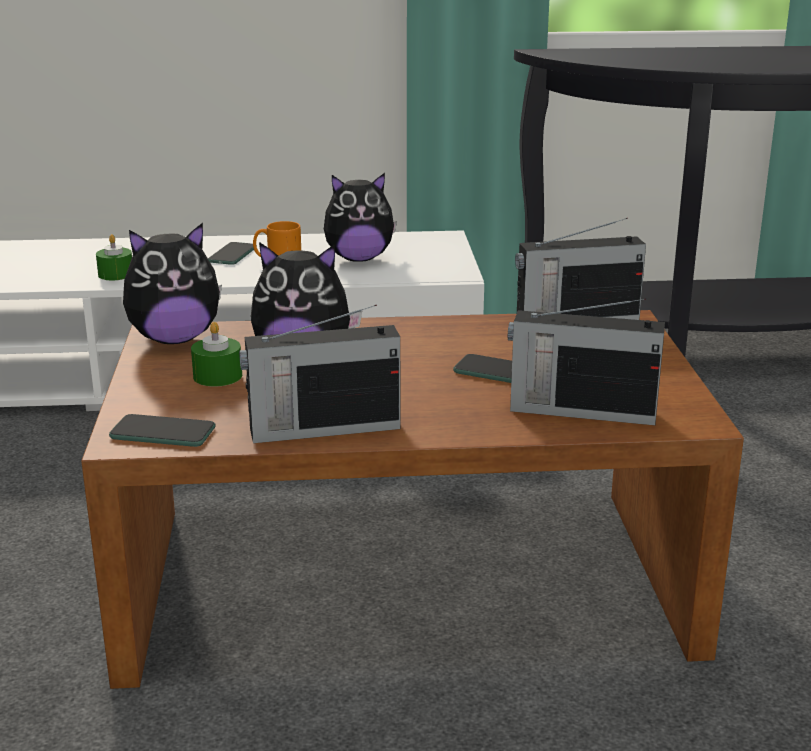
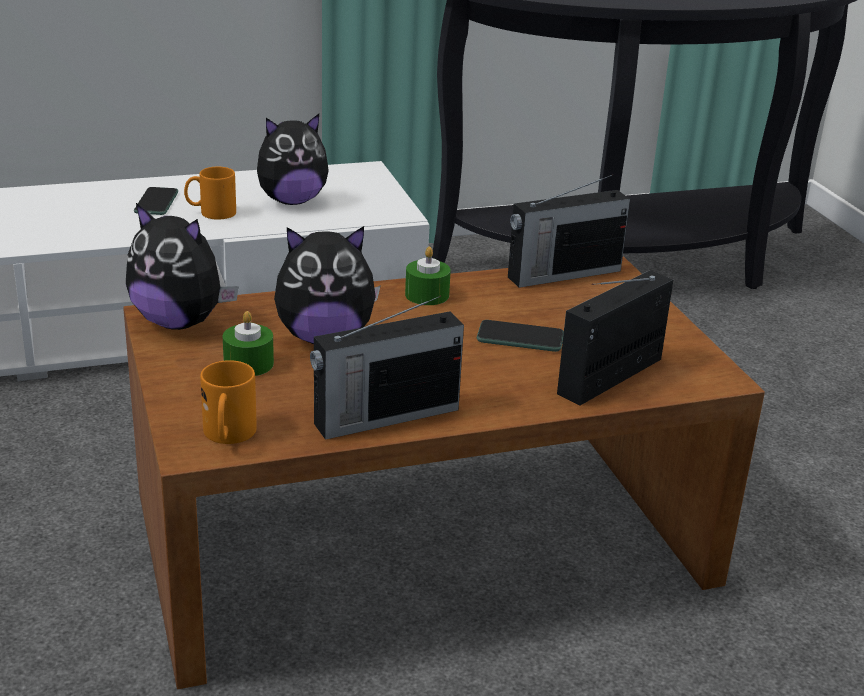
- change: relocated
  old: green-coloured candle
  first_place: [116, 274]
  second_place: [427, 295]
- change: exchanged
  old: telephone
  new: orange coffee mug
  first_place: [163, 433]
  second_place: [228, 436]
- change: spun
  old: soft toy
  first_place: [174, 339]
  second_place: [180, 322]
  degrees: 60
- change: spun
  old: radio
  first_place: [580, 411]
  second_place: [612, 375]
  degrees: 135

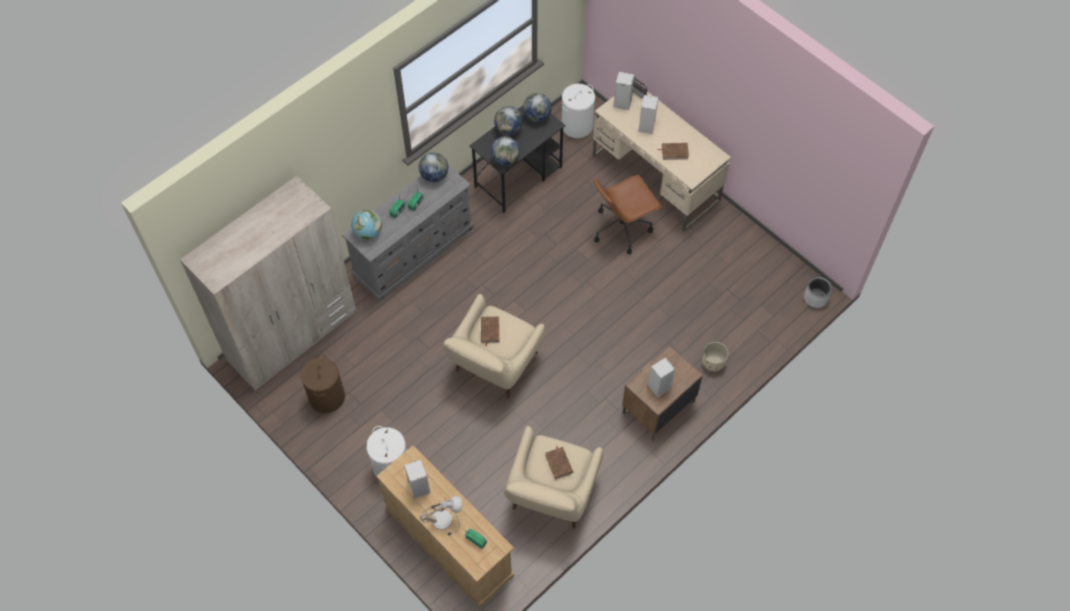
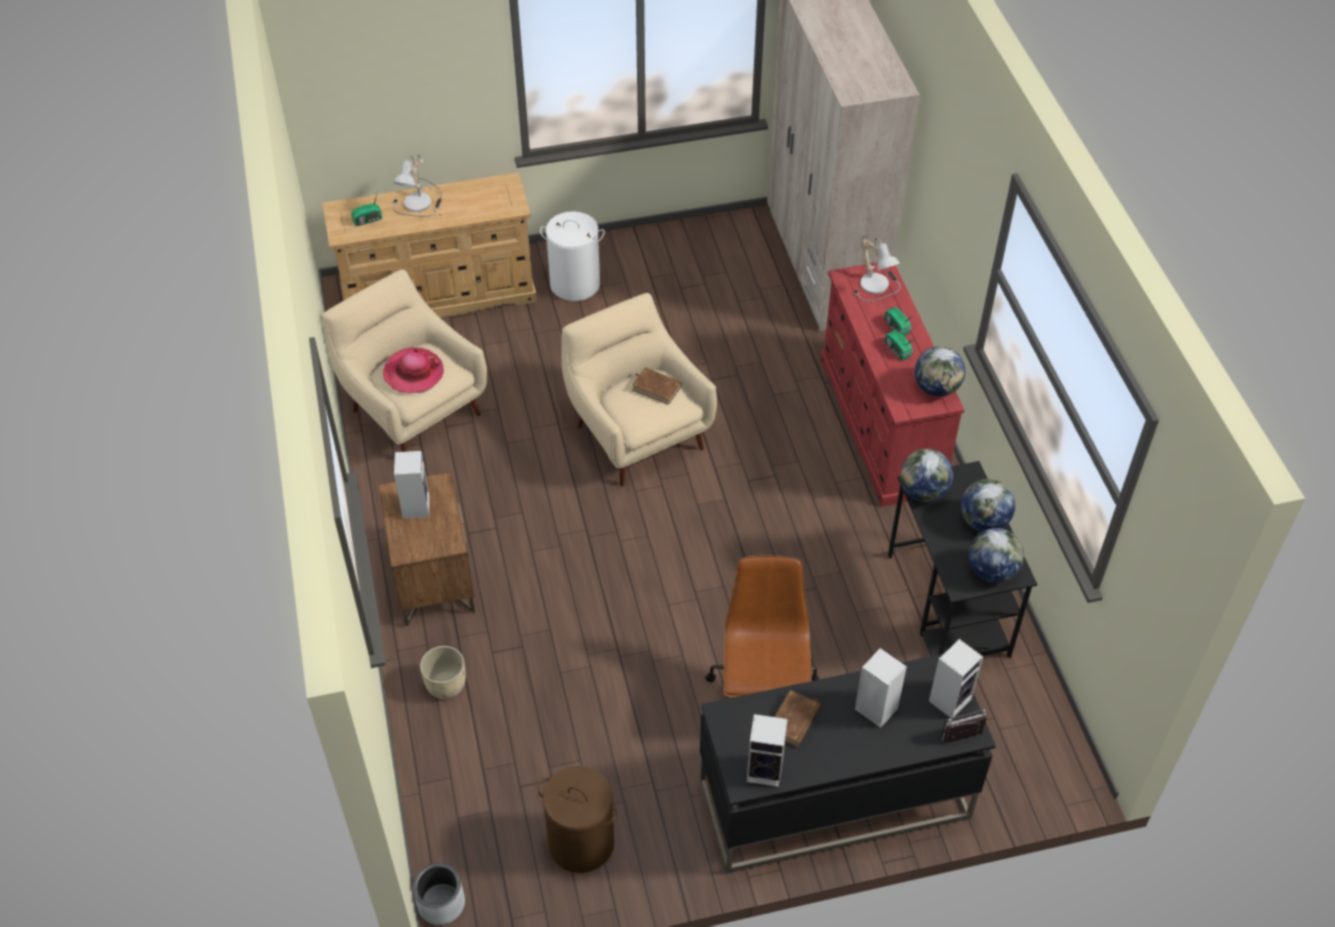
- change: missing
  old: white-coloured hamper
  first_place: [577, 125]
- change: relocated
  old: brown hamper
  first_place: [327, 397]
  second_place: [580, 843]
- change: relocated
  old: speaker
  first_place: [418, 487]
  second_place: [766, 770]
- change: exchanged
  old: world globe
  new: lamp for a table
  first_place: [368, 233]
  second_place: [878, 284]
- change: exchanged
  old: brown book
  new: wearable hat
  first_place: [559, 463]
  second_place: [413, 373]
- change: colour
  old: greyish drawer chest
  new: red-coloured drawer chest
  first_place: [414, 251]
  second_place: [881, 425]
- change: colour
  old: beige desk unit
  new: black-coloured desk unit
  first_place: [656, 178]
  second_place: [833, 799]

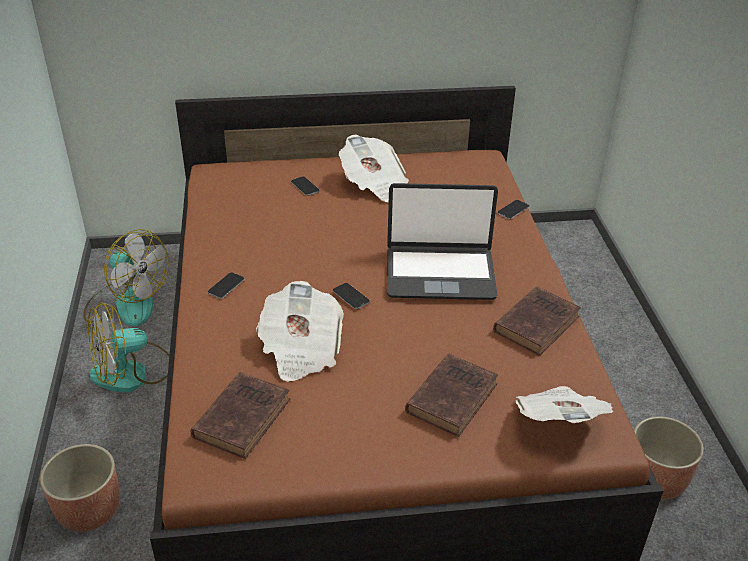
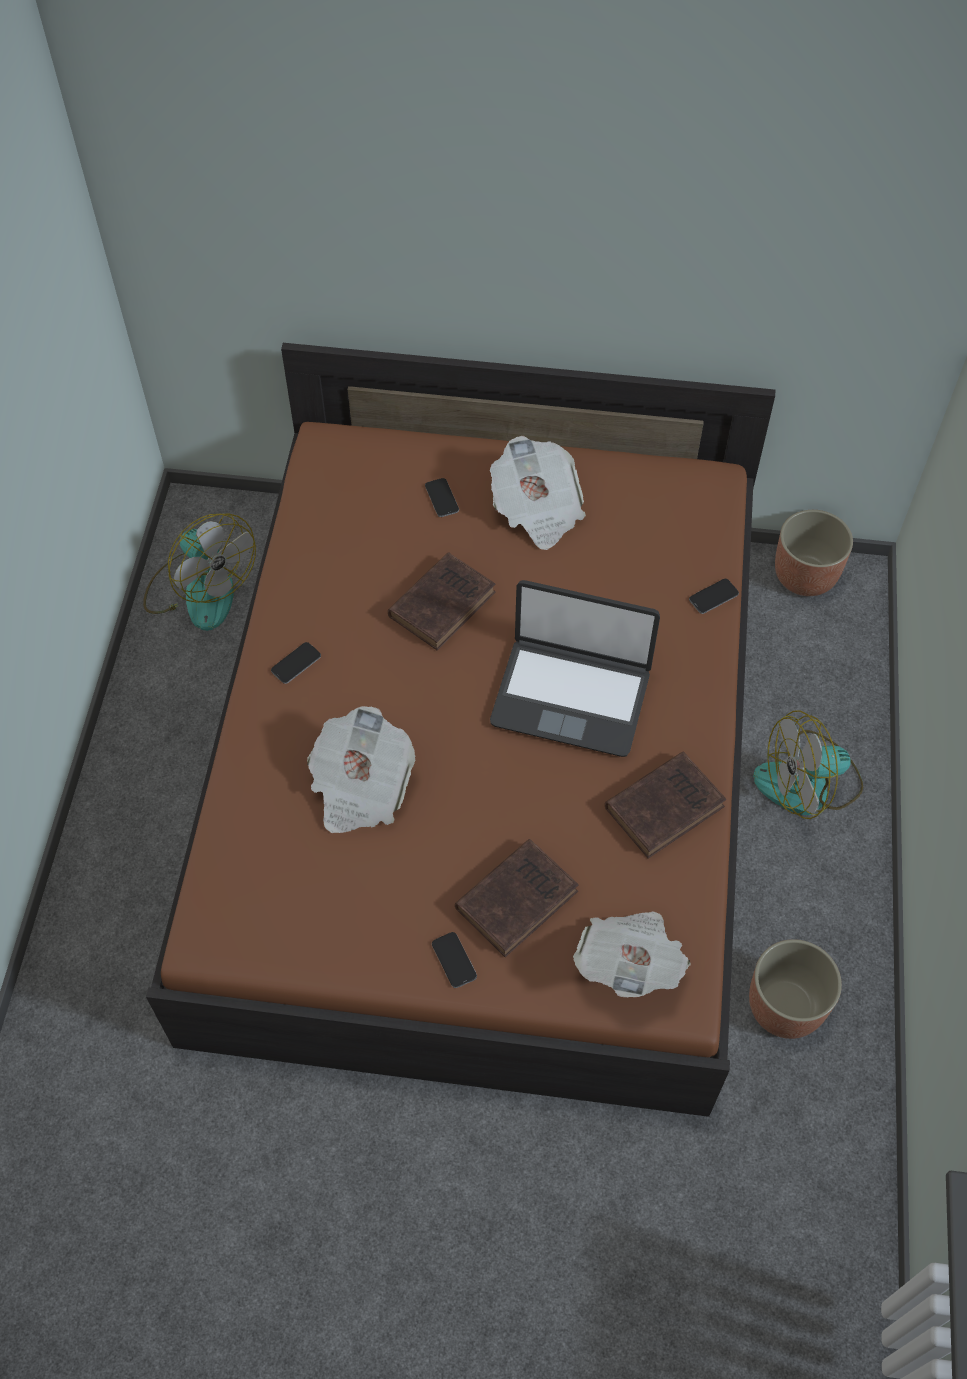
- change: relocated
  old: flower pot
  first_place: [89, 510]
  second_place: [805, 575]
- change: relocated
  old: electric fan
  first_place: [133, 373]
  second_place: [808, 784]
- change: relocated
  old: brown book
  first_place: [243, 416]
  second_place: [444, 603]
- change: relocated
  old: telephone
  first_place: [351, 297]
  second_place: [454, 960]

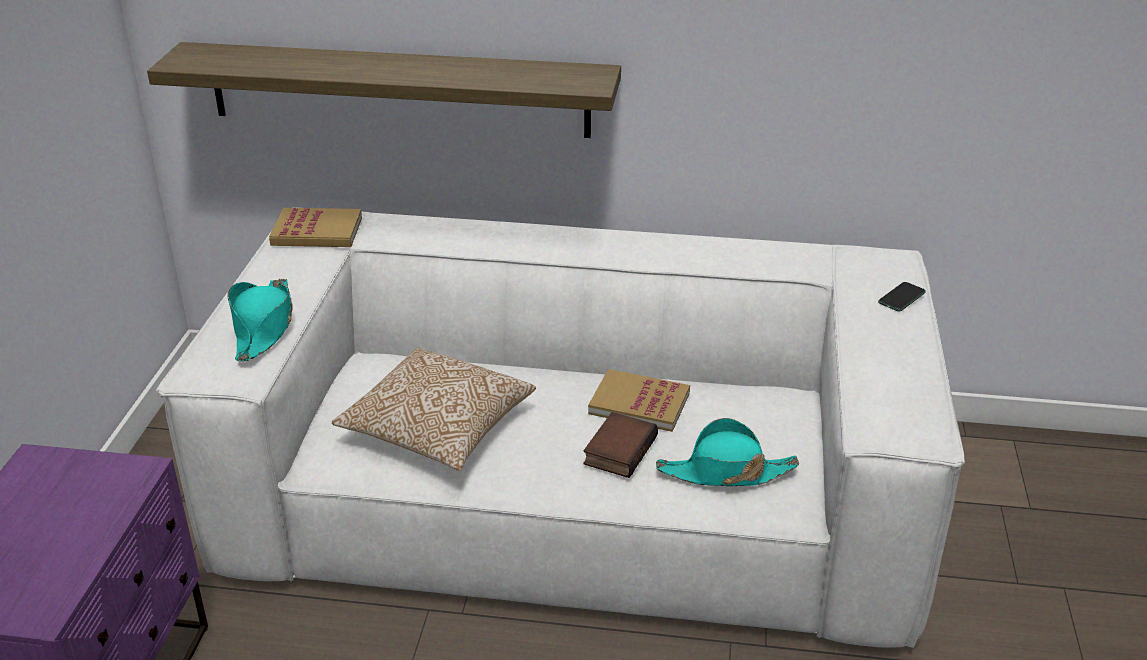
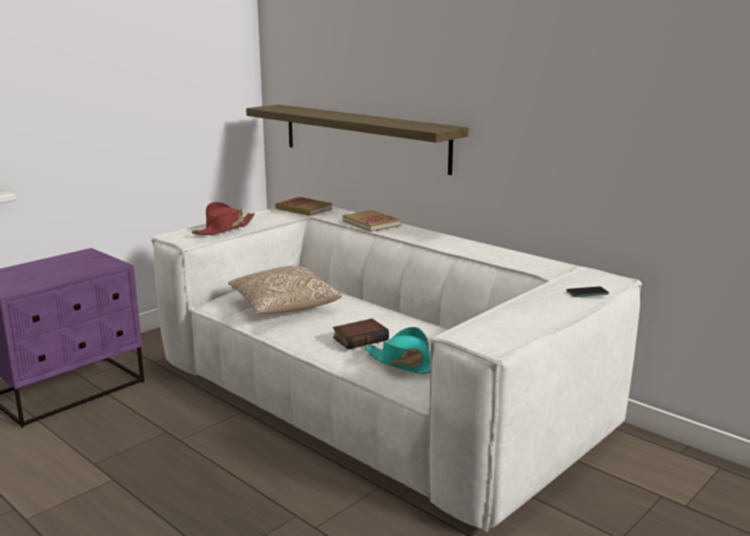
- change: relocated
  old: book
  first_place: [639, 403]
  second_place: [371, 223]
- change: colour
  old: blue-green wearable hat
  new: red-coloured wearable hat
  first_place: [263, 327]
  second_place: [224, 229]

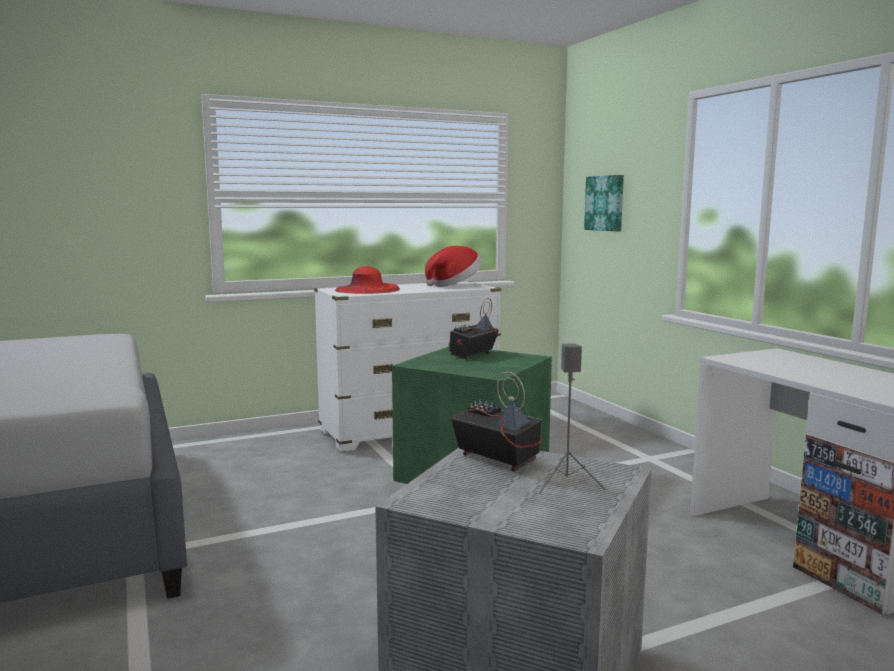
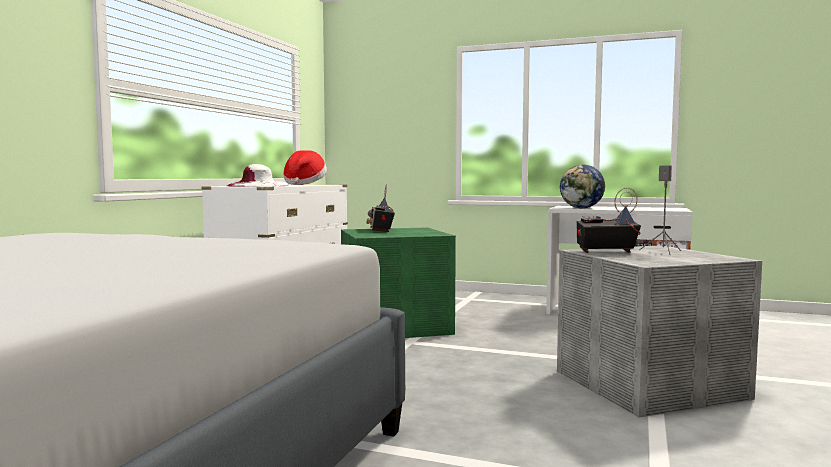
- change: missing
  old: wall art
  first_place: [605, 203]
- change: appeared
  new: world globe
  second_place: [581, 208]
- change: colour
  old: red-coloured wearable hat
  new: white-coloured wearable hat
  first_place: [367, 289]
  second_place: [257, 186]

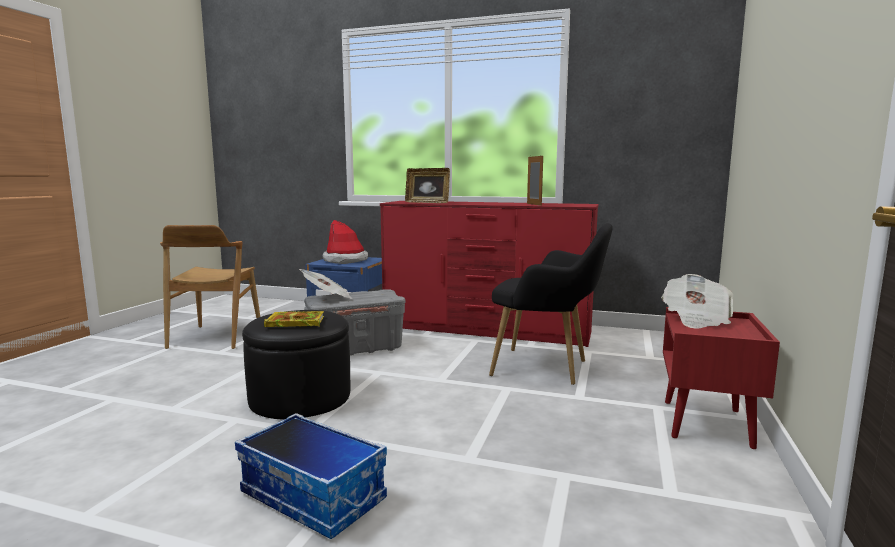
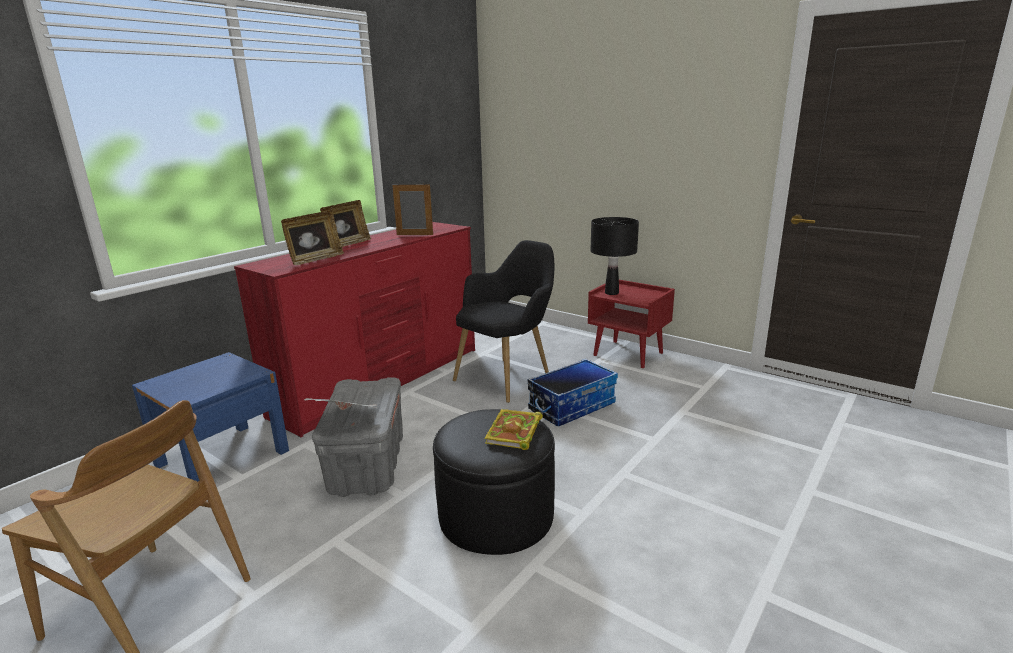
- change: missing
  old: wearable hat
  first_place: [345, 260]
- change: appeared
  new: photo frame
  second_place: [347, 244]
- change: relocated
  old: storage container
  first_place: [314, 496]
  second_place: [571, 406]
- change: exchanged
  old: printed paper
  new: black-coloured lamp for a table
  first_place: [695, 319]
  second_place: [612, 293]

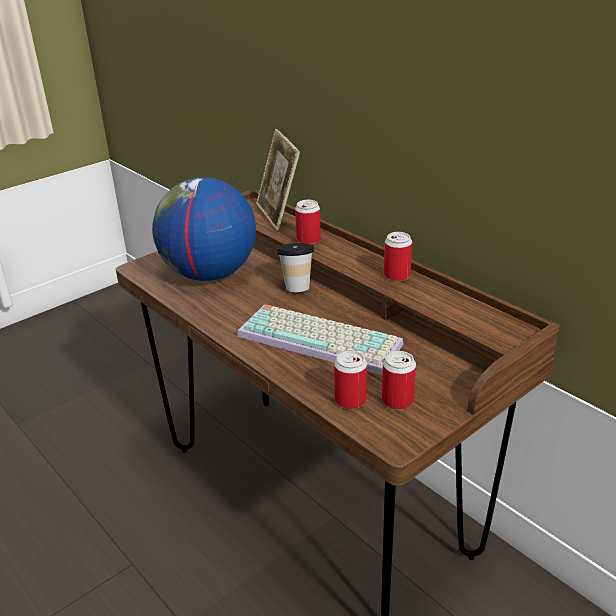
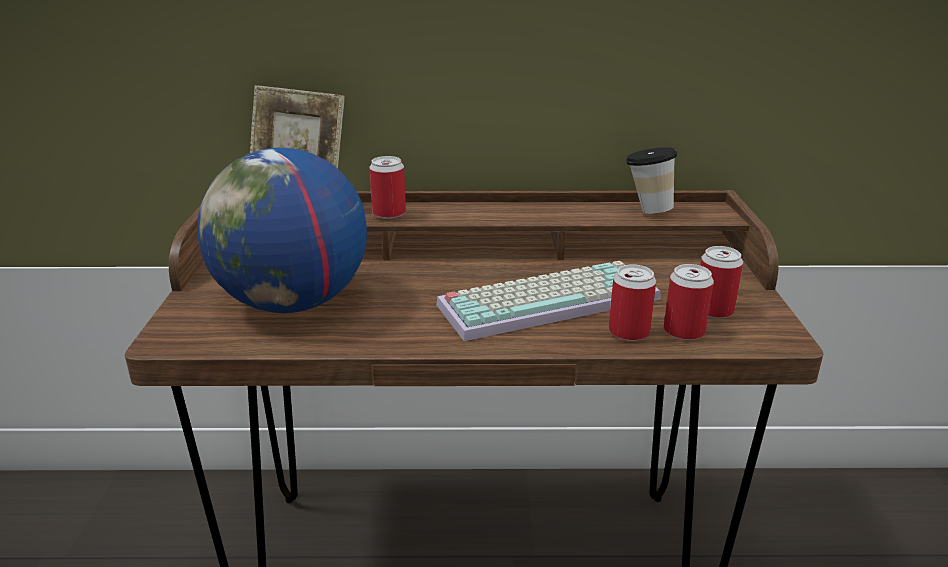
- change: relocated
  old: small cup
  first_place: [297, 287]
  second_place: [647, 210]
- change: relocated
  old: metal can
  first_place: [397, 275]
  second_place: [629, 332]

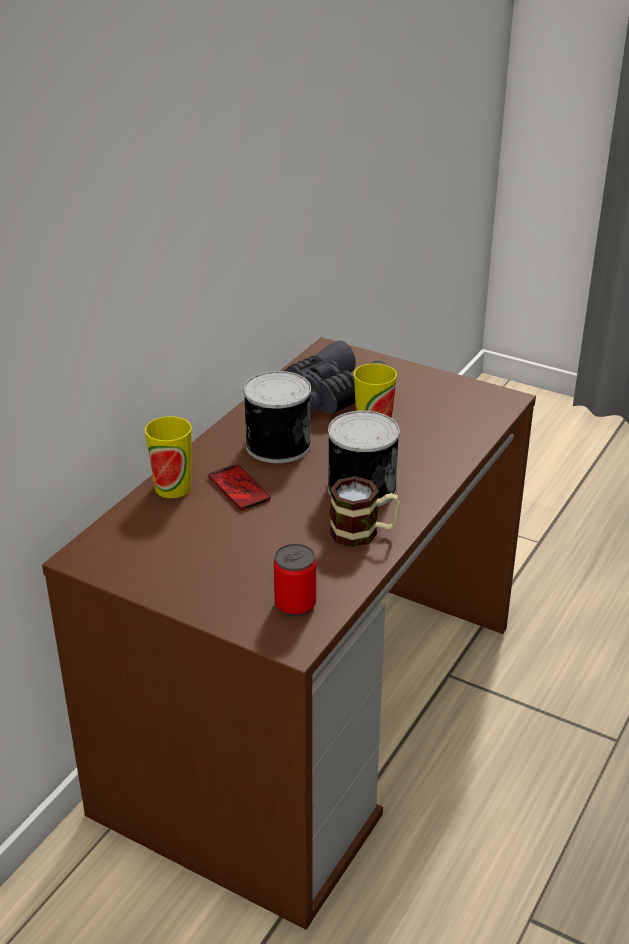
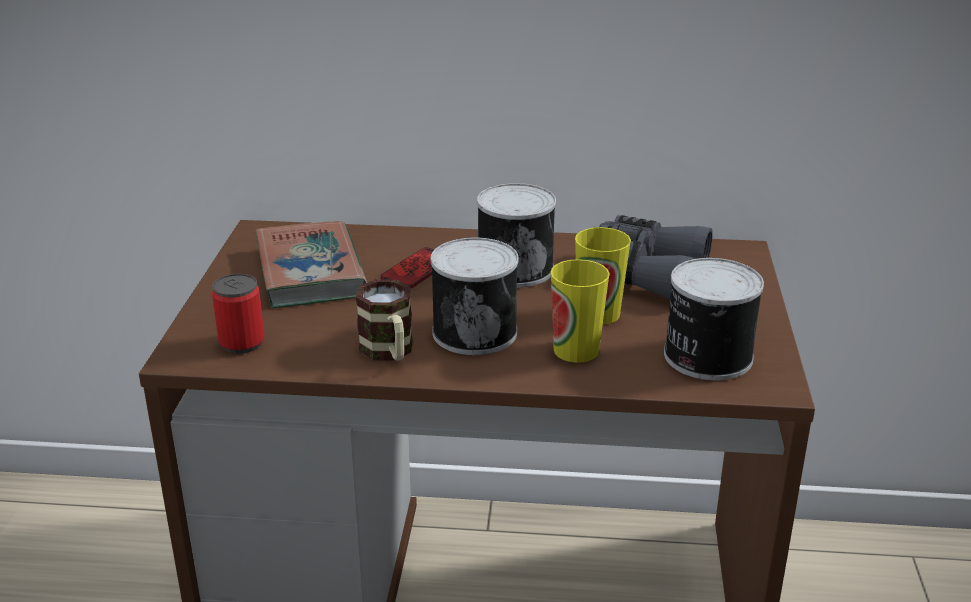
- change: appeared
  new: book
  second_place: [311, 272]
- change: appeared
  new: metal can
  second_place: [705, 356]
- change: relocated
  old: small cup
  first_place: [173, 487]
  second_place: [576, 350]

